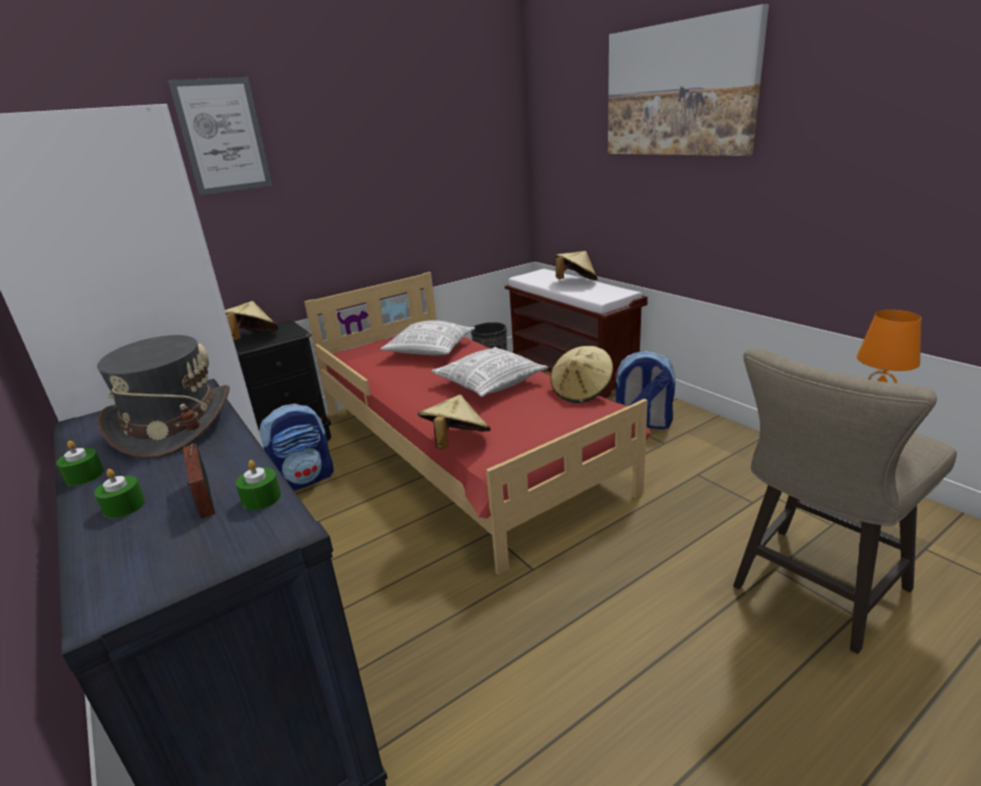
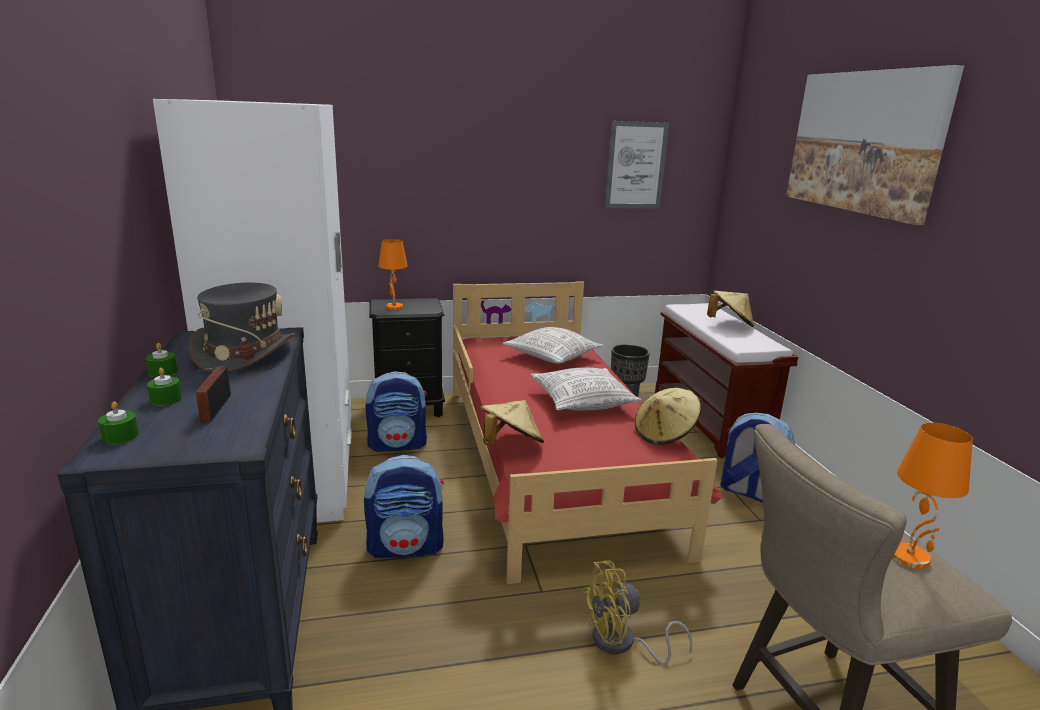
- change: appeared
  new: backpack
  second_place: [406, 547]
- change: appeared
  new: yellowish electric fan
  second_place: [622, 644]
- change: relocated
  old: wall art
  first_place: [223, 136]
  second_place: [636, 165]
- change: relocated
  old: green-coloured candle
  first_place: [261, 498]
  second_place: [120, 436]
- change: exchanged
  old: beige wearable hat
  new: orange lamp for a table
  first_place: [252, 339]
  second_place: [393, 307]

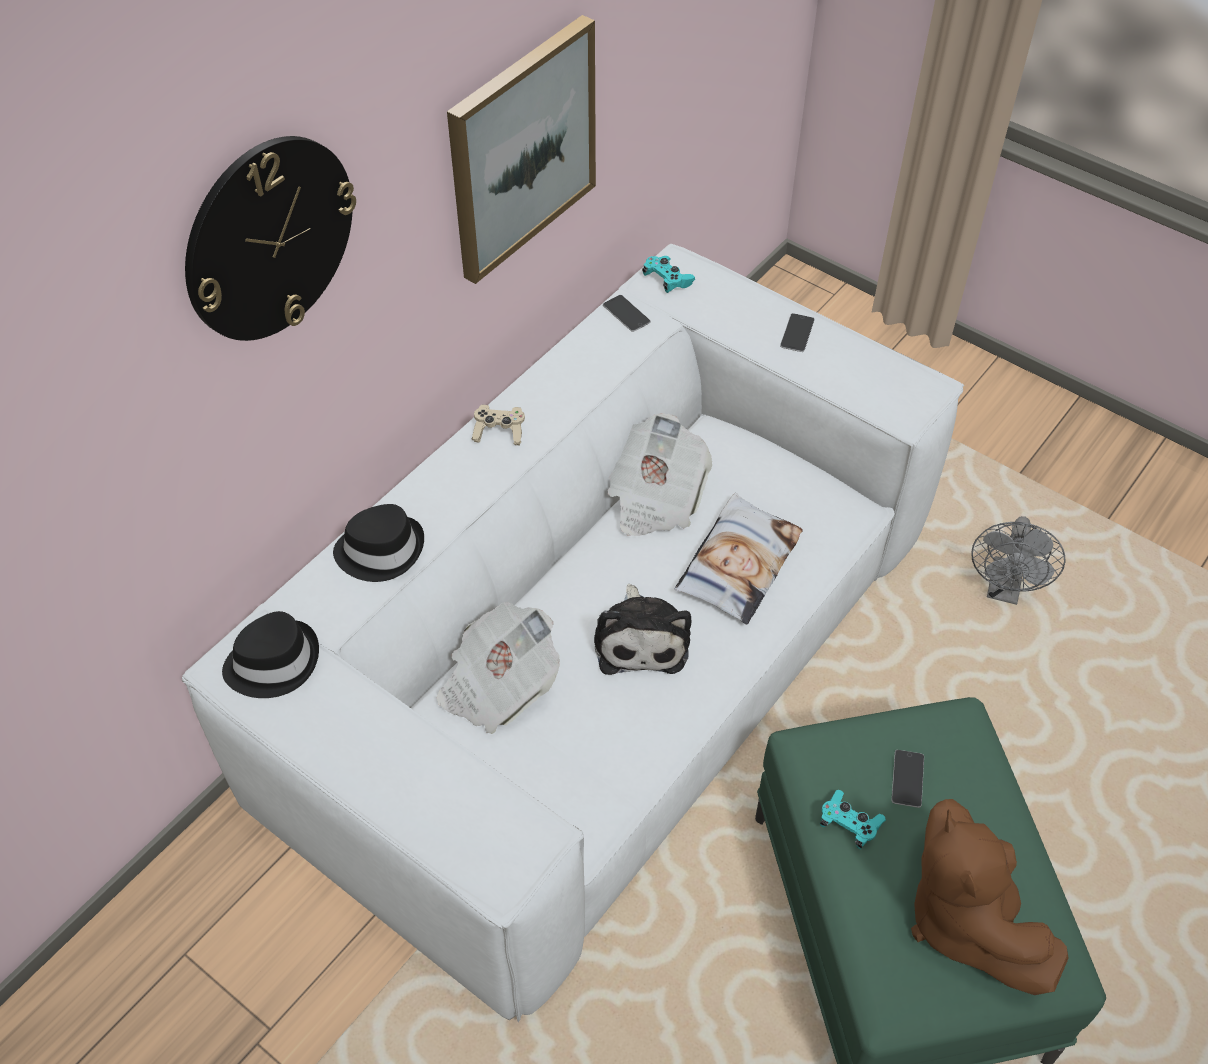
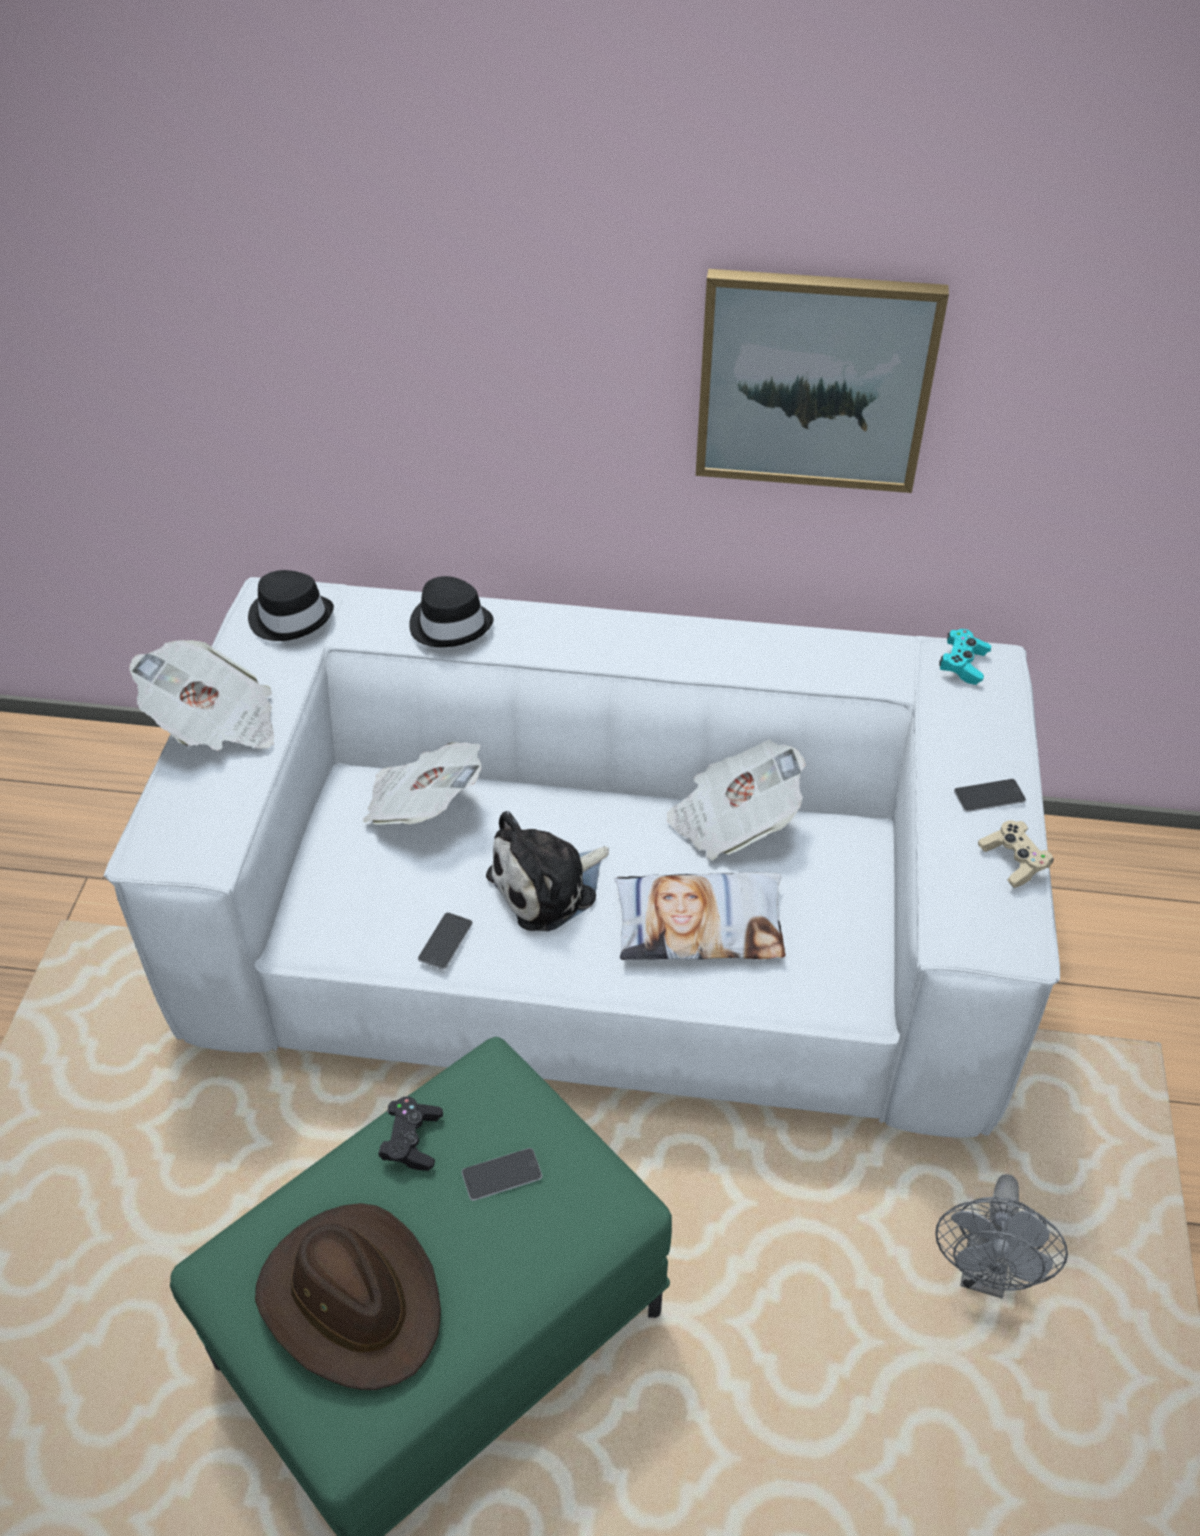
- change: missing
  old: clock on the wall
  first_place: [269, 239]
- change: appeared
  new: printed paper
  second_place: [215, 724]
- change: relocated
  old: beige gamepad
  first_place: [499, 432]
  second_place: [1013, 861]
- change: relocated
  old: telephone
  first_place: [626, 313]
  second_place: [445, 941]
- change: exchanged
  old: brown soft toy
  new: brown wearable hat
  first_place: [965, 919]
  second_place: [353, 1298]
- change: colour
  old: blue-green gamepad
  new: black-coloured gamepad
  first_place: [849, 824]
  second_place: [412, 1141]
- change: spun
  old: greyish electric fan
  first_place: [1004, 590]
  second_place: [984, 1274]
  degrees: -60

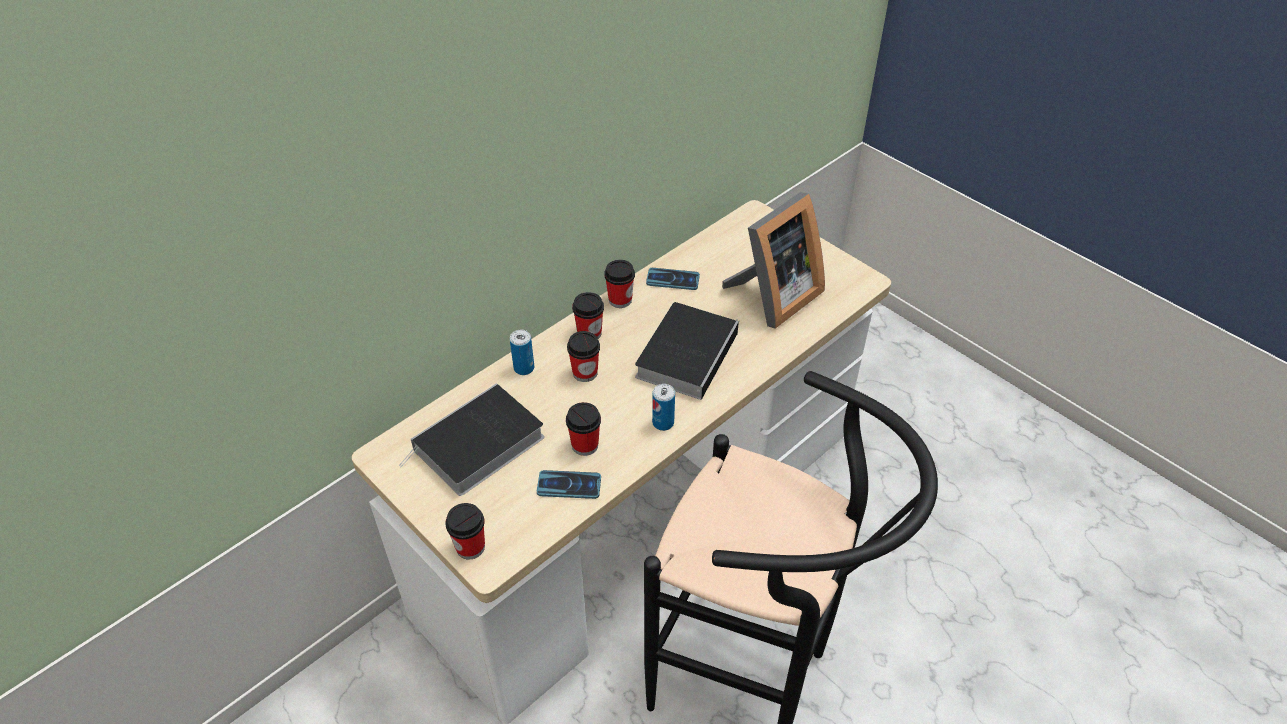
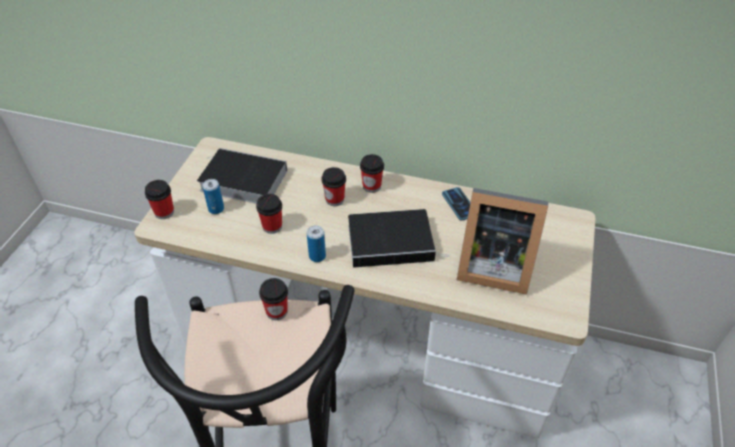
- change: missing
  old: telephone
  first_place: [569, 485]
- change: relocated
  old: metal can
  first_place: [524, 368]
  second_place: [216, 209]
- change: relocated
  old: small cup
  first_place: [620, 300]
  second_place: [277, 311]

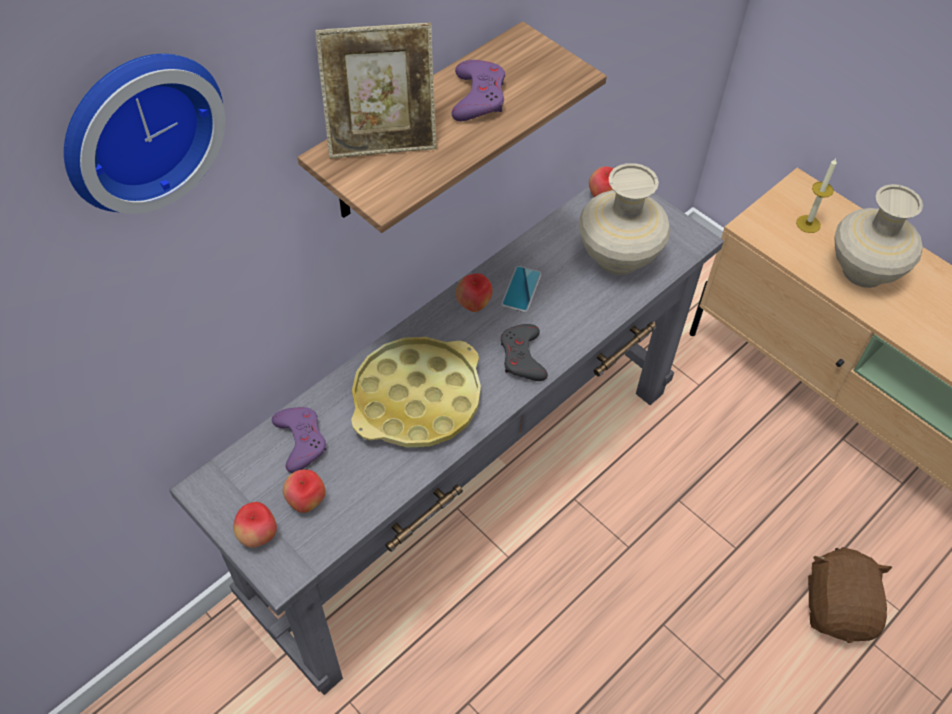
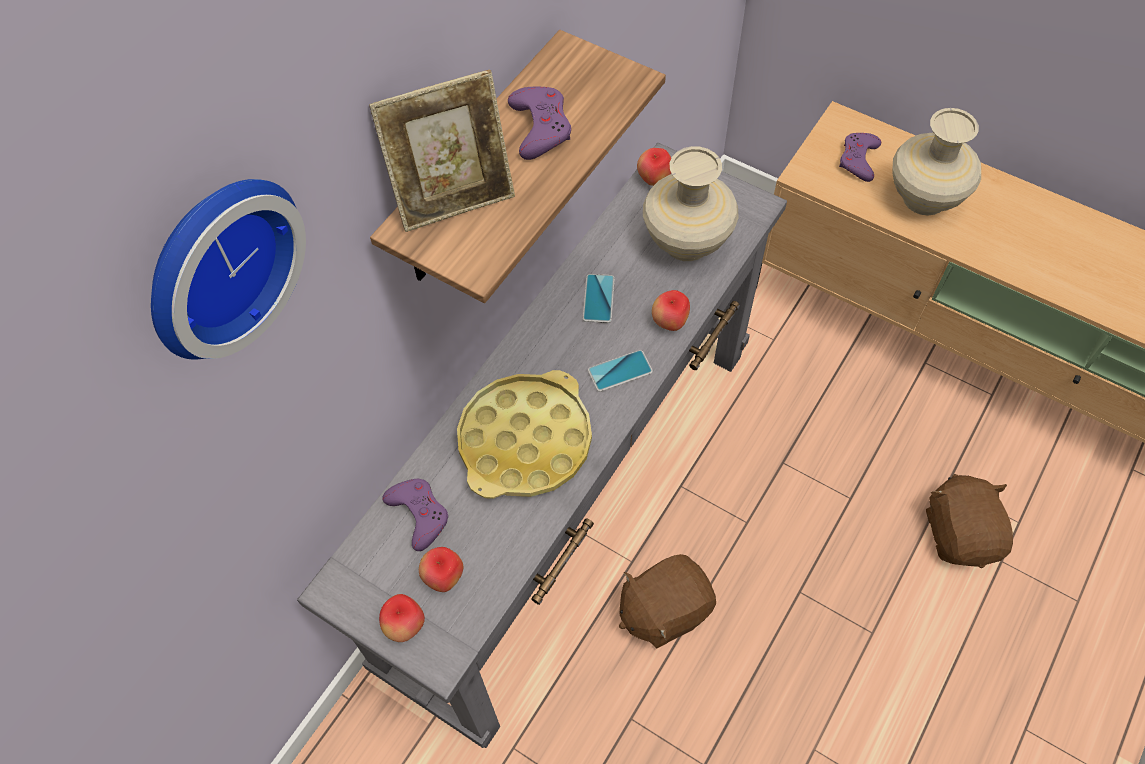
- change: appeared
  new: brown soft toy
  second_place: [664, 610]
- change: relocated
  old: apple fruit
  first_place: [473, 305]
  second_place: [670, 322]
- change: exchanged
  old: greyish gamepad
  new: telephone
  first_place: [522, 357]
  second_place: [620, 371]
- change: exchanged
  old: candle
  new: purple gamepad
  first_place: [808, 224]
  second_place: [858, 159]

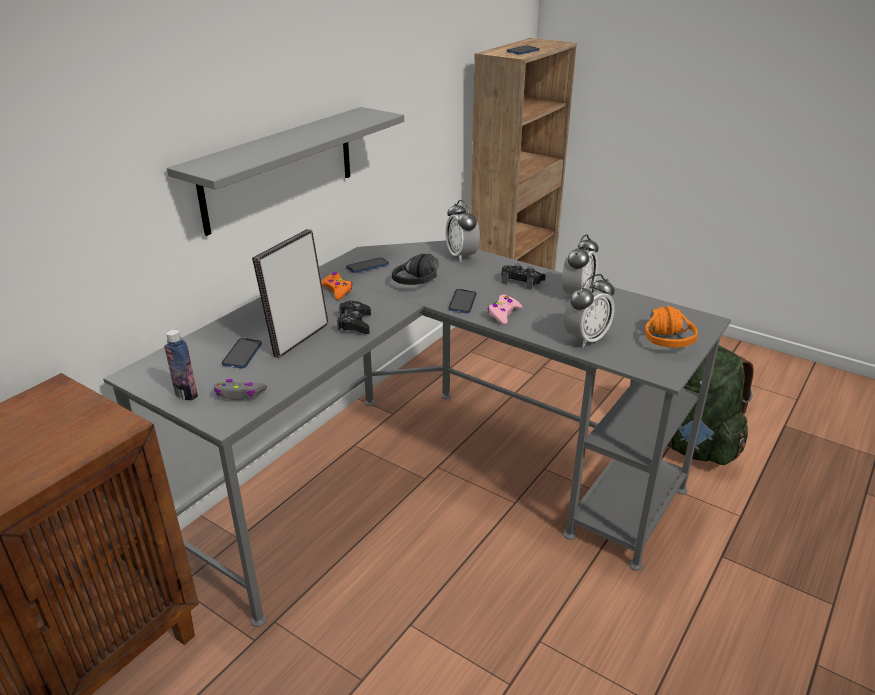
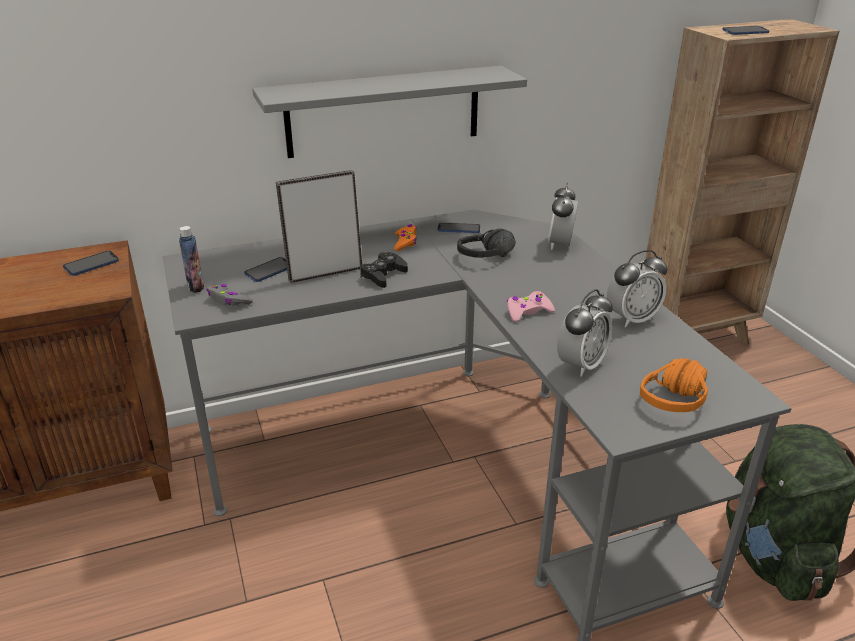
- change: missing
  old: black-coloured gamepad
  first_place: [522, 281]
- change: relocated
  old: telephone
  first_place: [462, 302]
  second_place: [91, 264]
- change: spun
  old: alarm clock
  first_place: [586, 339]
  second_place: [581, 365]
  degrees: -45

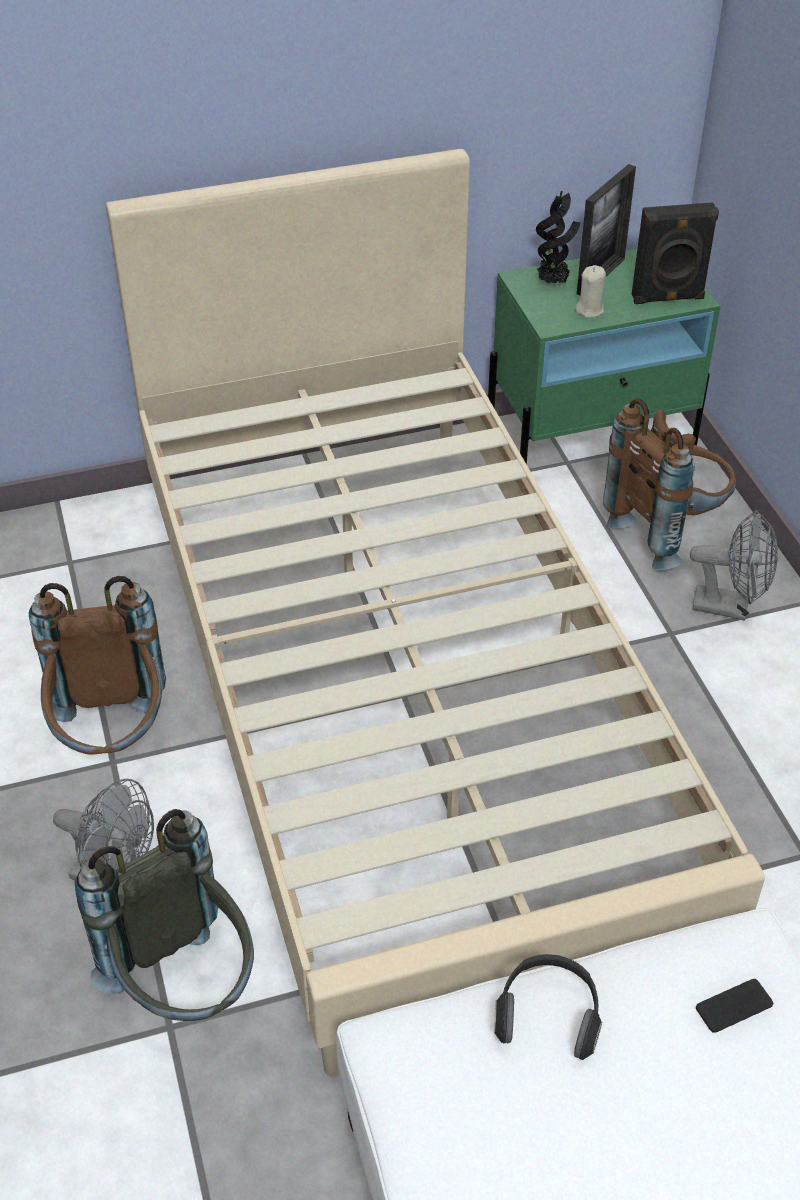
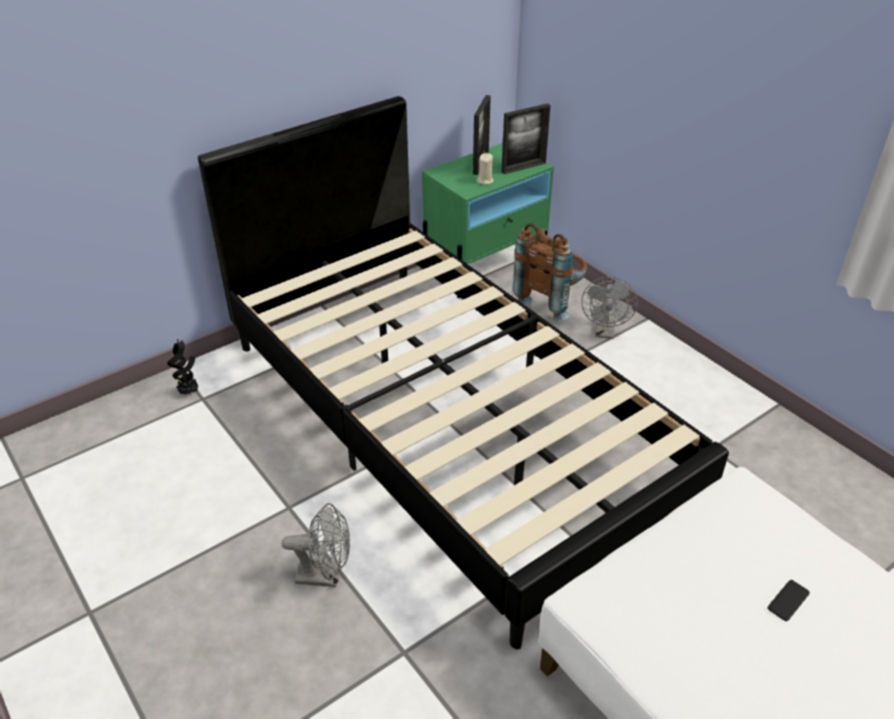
- change: missing
  old: brown backpack
  first_place: [112, 740]
- change: missing
  old: greyish backpack
  first_place: [186, 988]
- change: missing
  old: headset
  first_place: [548, 1015]
- change: relocated
  old: potted plant
  first_place: [553, 282]
  second_place: [189, 392]
- change: relocated
  old: telephone
  first_place: [734, 1006]
  second_place: [788, 600]
- change: exchanged
  old: black-coloured speaker
  new: photo frame
  first_place: [668, 298]
  second_place: [523, 167]
- change: colour
  old: beige bed
  new: black-coloured bed
  first_place: [399, 692]
  second_place: [446, 422]
- change: spun
  old: greyish electric fan
  first_place: [730, 607]
  second_place: [605, 332]
  degrees: 105

